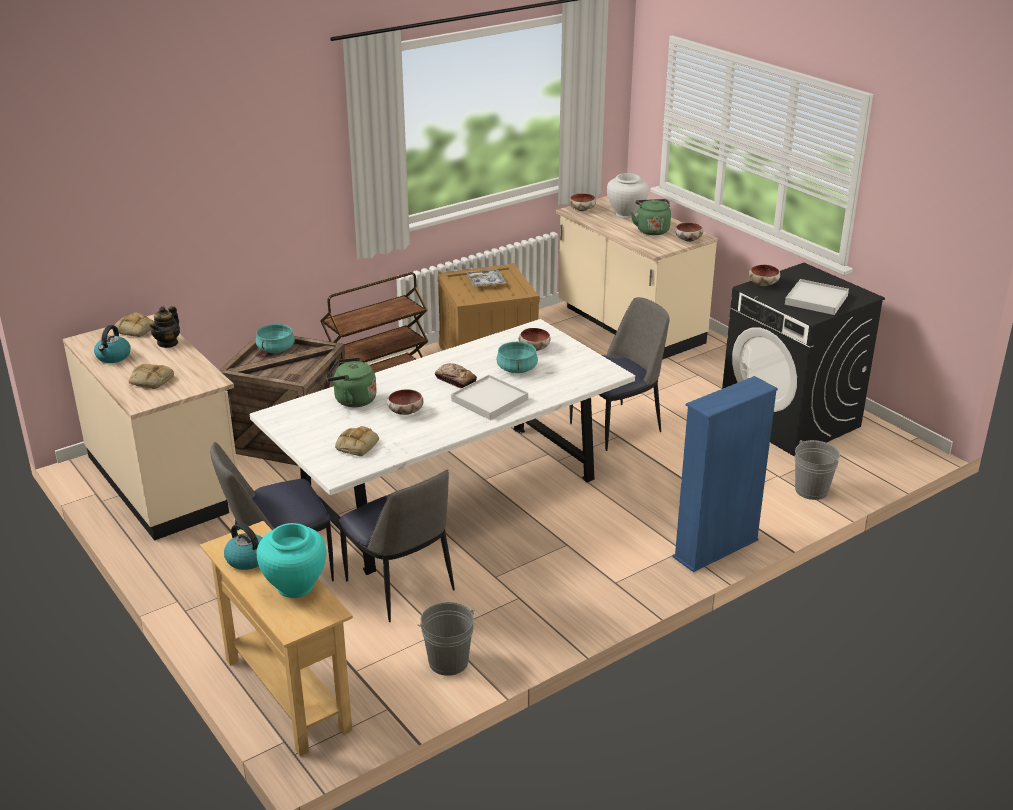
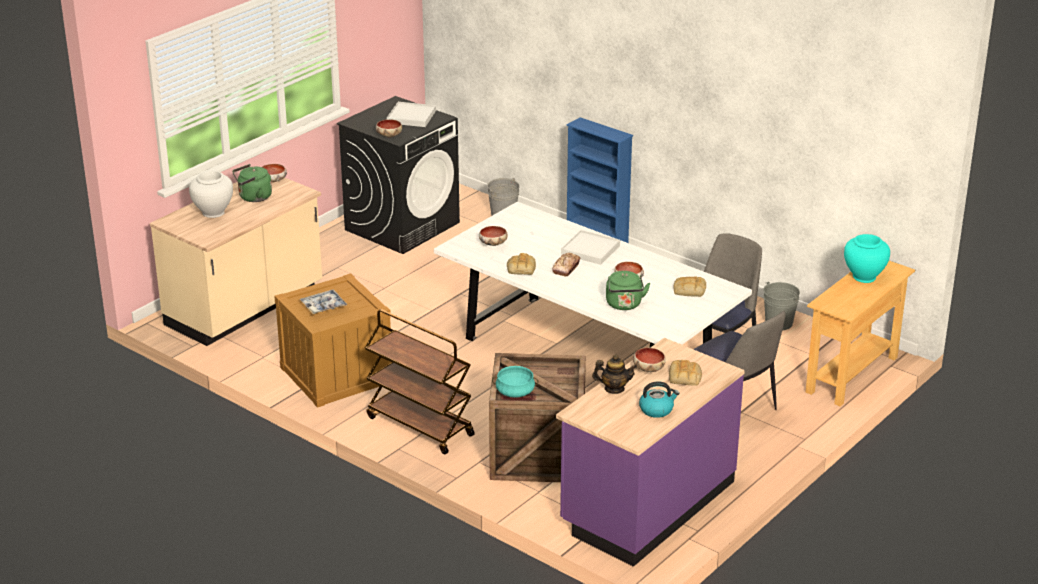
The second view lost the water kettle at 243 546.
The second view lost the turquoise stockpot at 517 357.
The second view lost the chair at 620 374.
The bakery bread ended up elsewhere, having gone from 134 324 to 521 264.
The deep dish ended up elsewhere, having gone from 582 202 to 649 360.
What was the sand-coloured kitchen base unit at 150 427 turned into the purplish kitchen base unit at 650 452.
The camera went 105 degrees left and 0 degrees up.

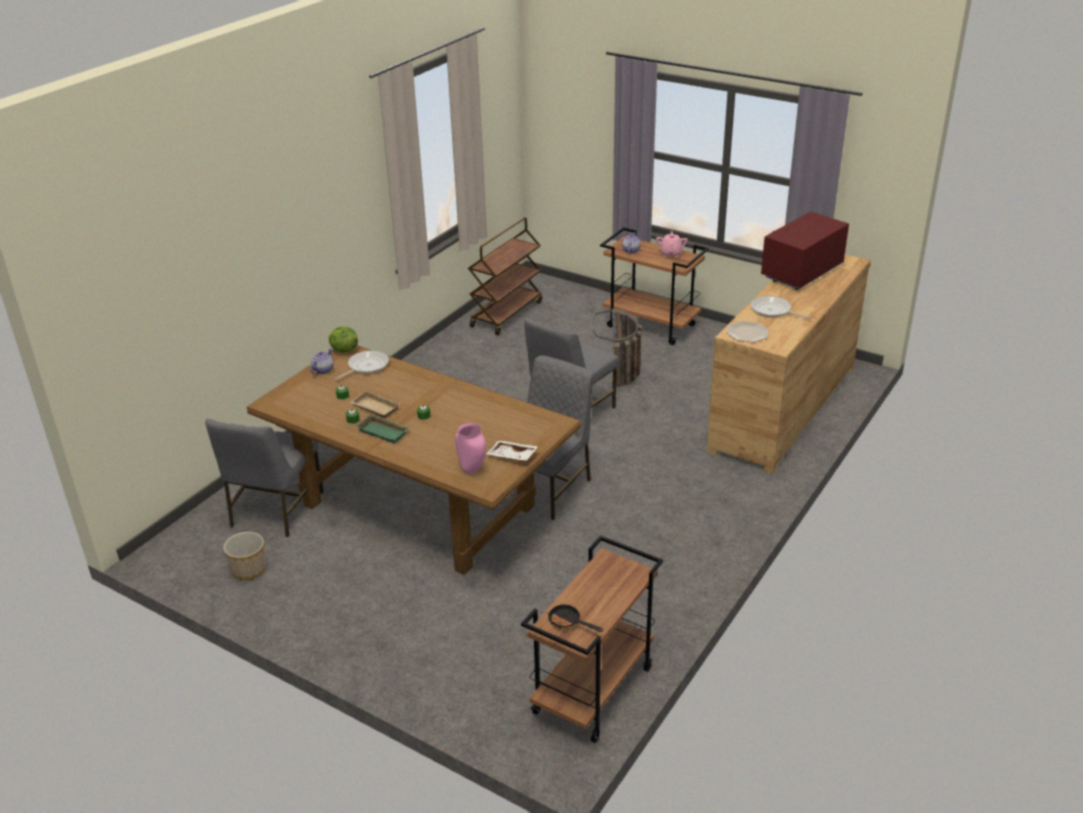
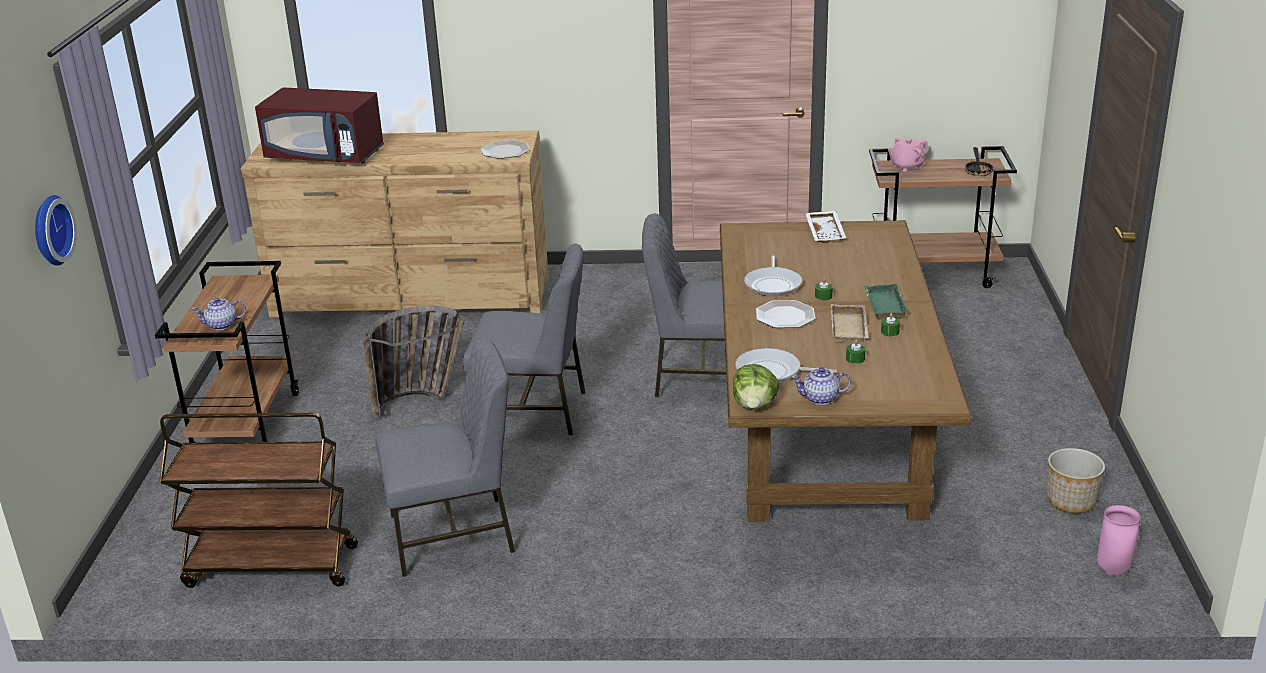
The second view gained the wall clock at 56 230.
The second view gained the flat dish at 786 314.
The gray chair ended up elsewhere, having gone from 264 478 to 445 457.
The pinkish vase ended up elsewhere, having gone from 470 448 to 1118 540.
The pinkish pot for tea ended up elsewhere, having gone from 672 244 to 908 155.
The frying pan ended up elsewhere, having gone from 780 307 to 773 276.
The camera went 120 degrees left and 5 degrees down.

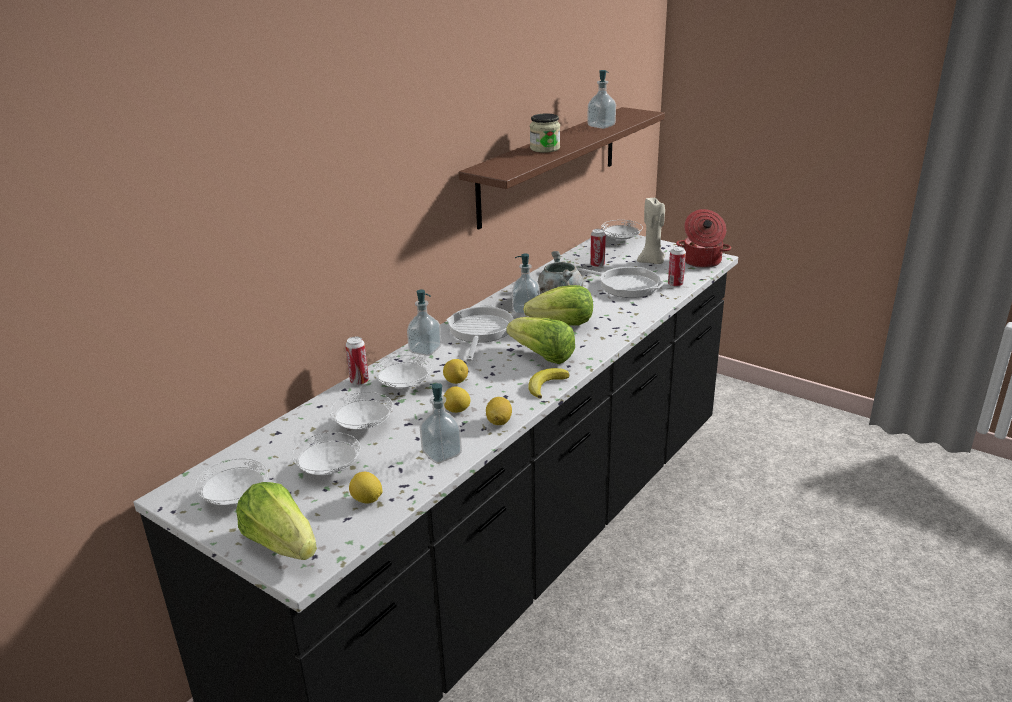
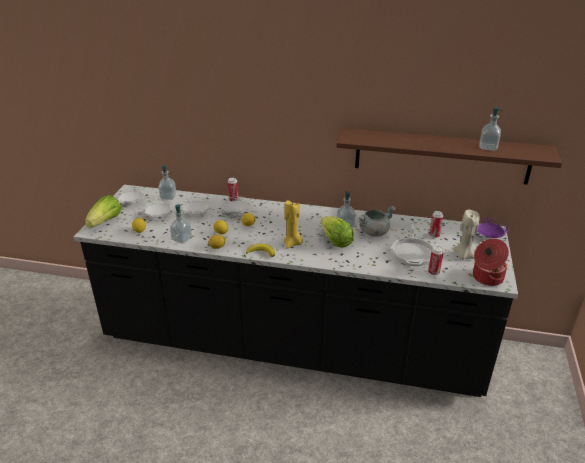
The second view lost the frying pan at 480 333.
The second view lost the storage jar at 545 133.
The soap bottle ended up elsewhere, having gone from 424 323 to 167 182.
Where the head of lettuce stood at 541 340, the yellow-coloured wax light came to stand at 293 224.
What was the whitish flat dish at 622 230 turned into the purplish flat dish at 492 228.
The camera went 65 degrees right and 5 degrees up.

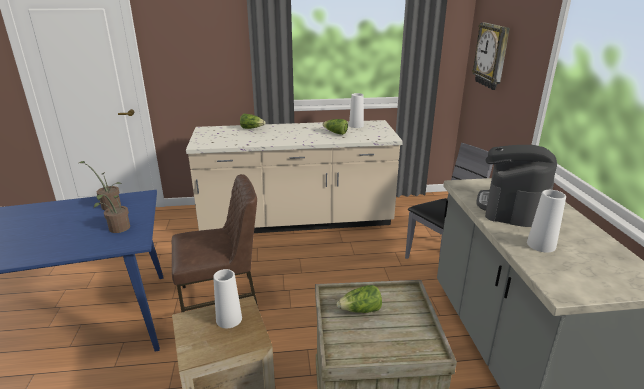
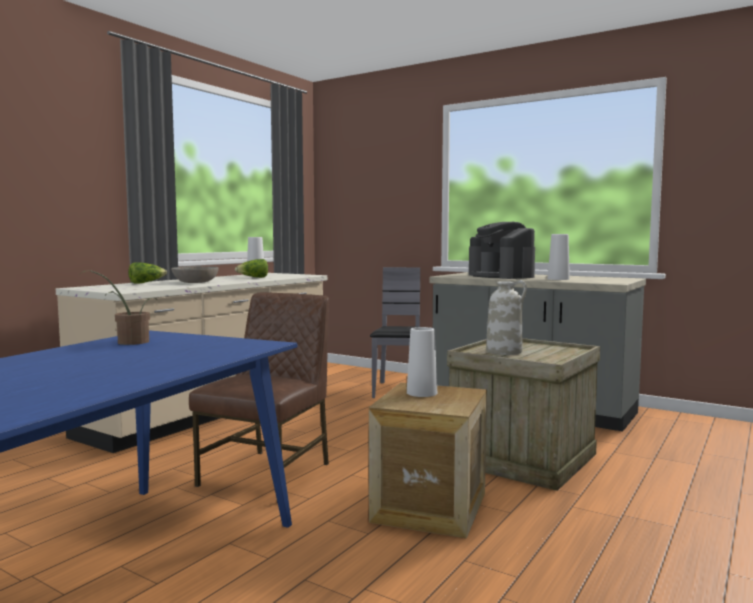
The second view lost the potted plant at 112 213.
The second view lost the wall clock at 491 56.
The second view gained the gray deep dish at 195 274.
Where the head of lettuce stood at 359 299, the whitish vase came to stand at 506 317.
The camera went 50 degrees left and 20 degrees down.

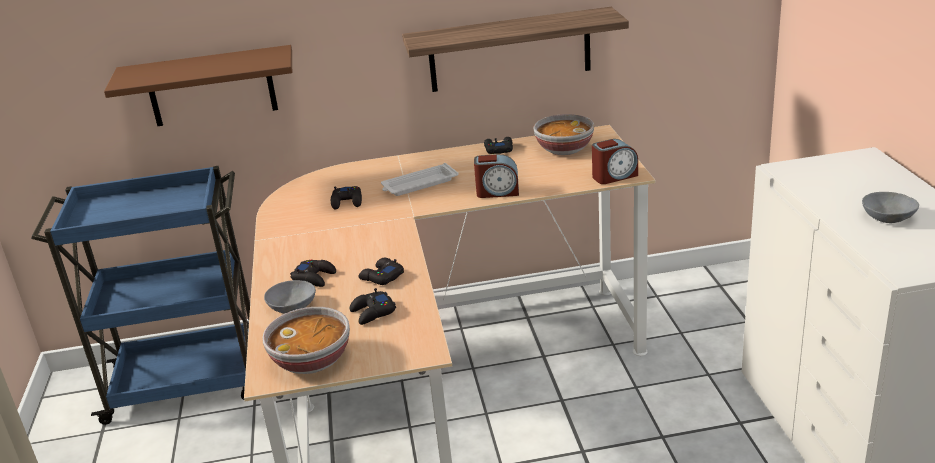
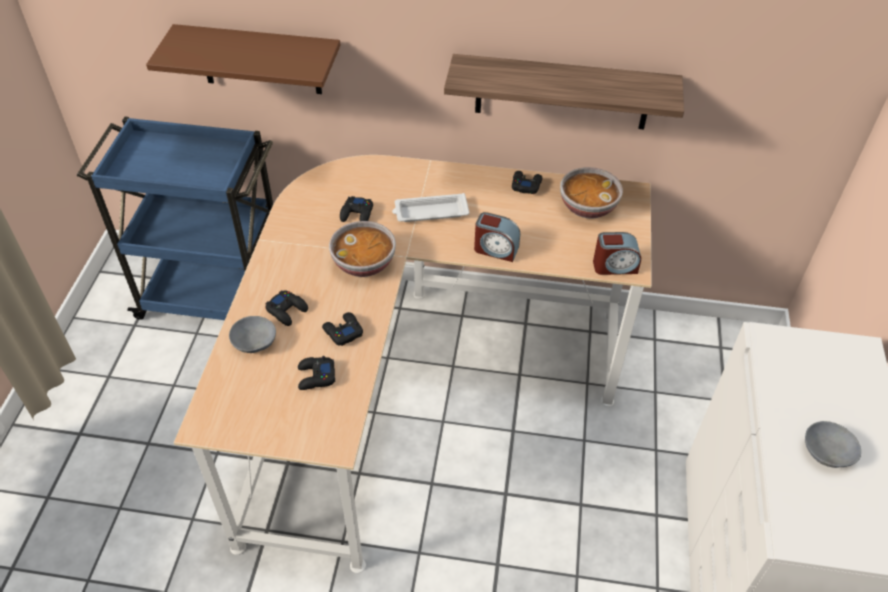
The deep dish ended up elsewhere, having gone from 306 340 to 362 249.
The camera went 15 degrees right and 20 degrees up.

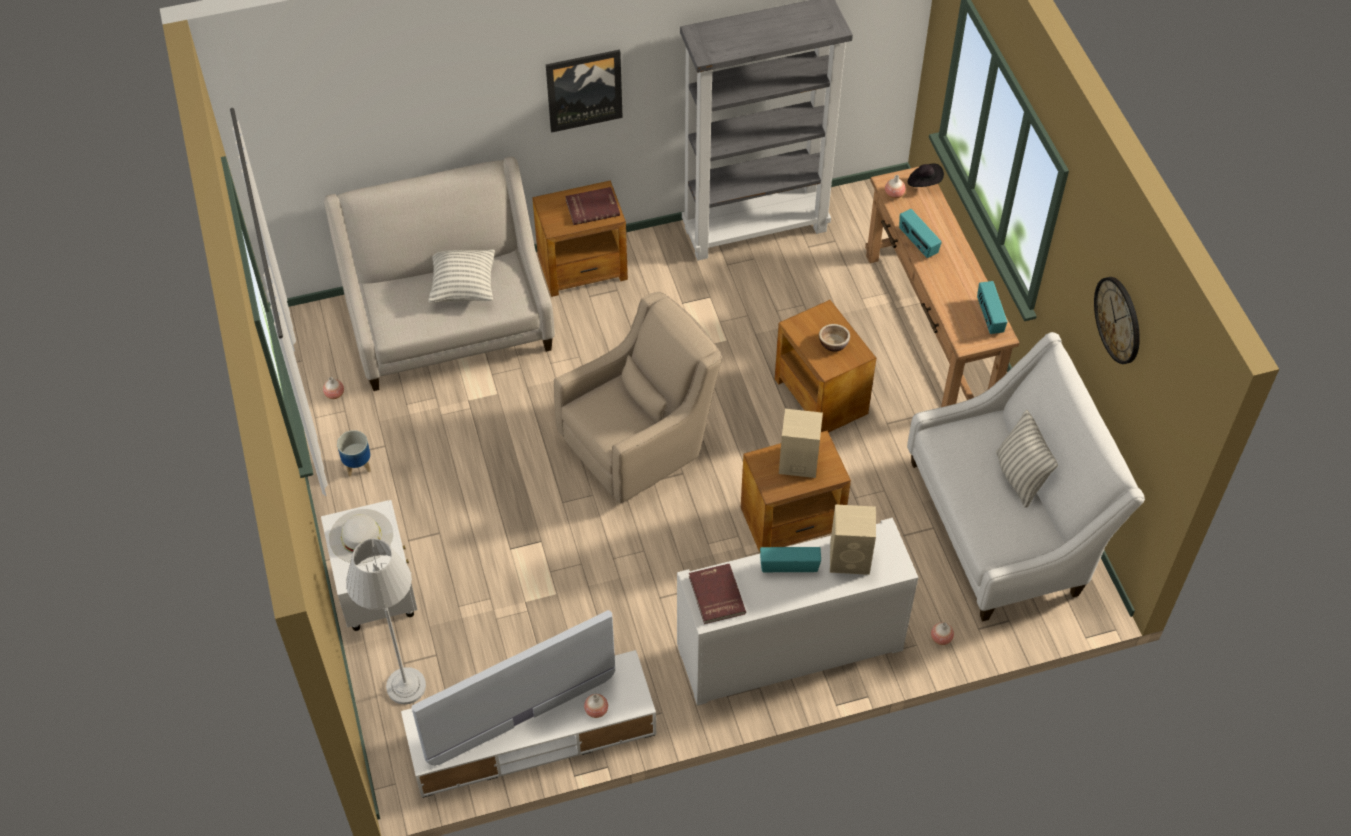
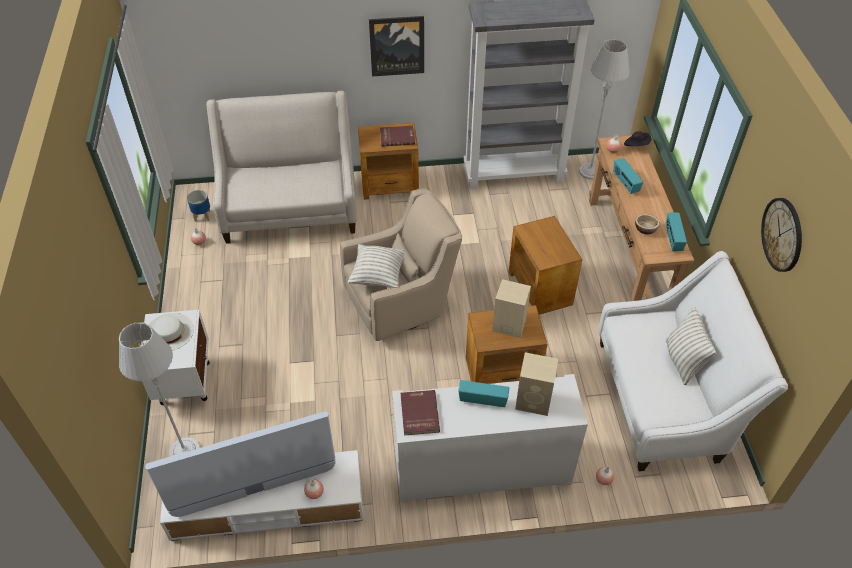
The second view gained the gray floor lamp at 604 109.
The flower pot ended up elsewhere, having gone from 354 453 to 198 206.
The throw pillow ended up elsewhere, having gone from 461 276 to 376 266.
The deep dish ended up elsewhere, having gone from 834 338 to 647 224.
The camera went 10 degrees right and 5 degrees down.

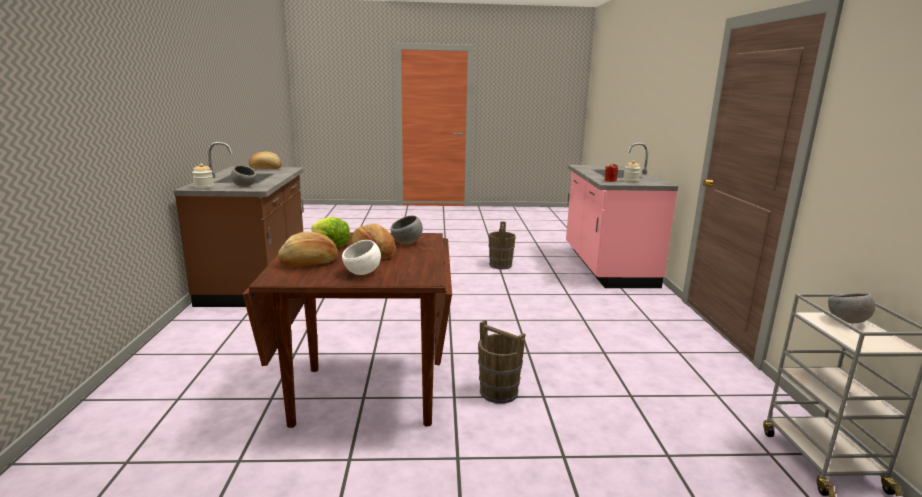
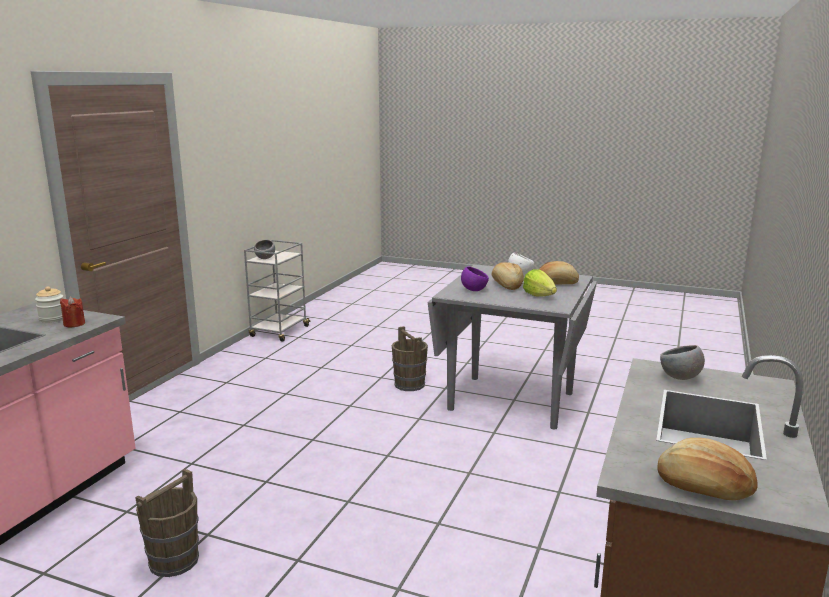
The second view lost the storage jar at 203 177.
What was the brown-coloured dining table at 347 330 turned into the gray dining table at 512 346.
What was the gray deep dish at 407 229 turned into the purplish deep dish at 475 279.
The camera went 155 degrees left and 0 degrees up.

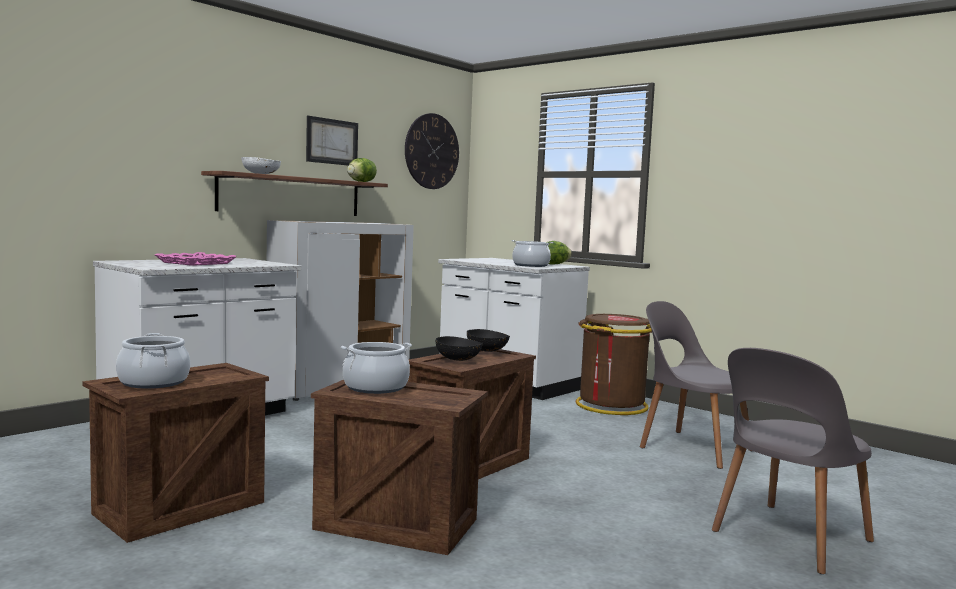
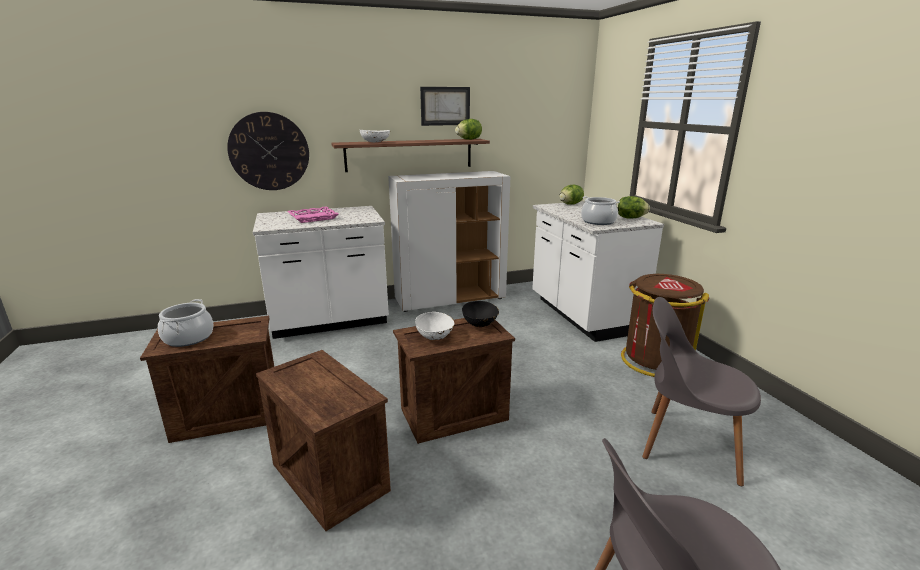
The second view lost the stockpot at 376 368.
The second view gained the head of lettuce at 571 195.
The wall clock ended up elsewhere, having gone from 432 151 to 268 151.
What was the black-coloured deep dish at 459 348 turned into the whitish deep dish at 434 326.
The gray chair at 695 385 ended up facing another way, 45 degrees counterclockwise from before.
The camera went 30 degrees right and 15 degrees up.

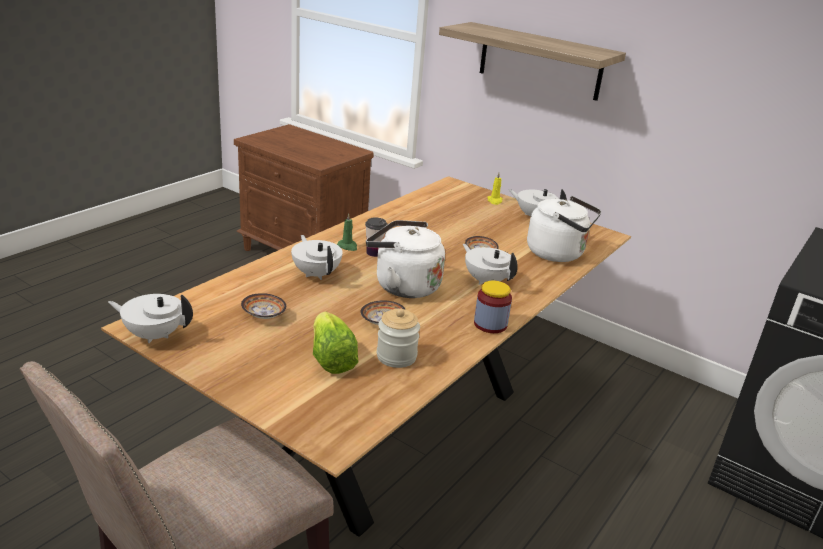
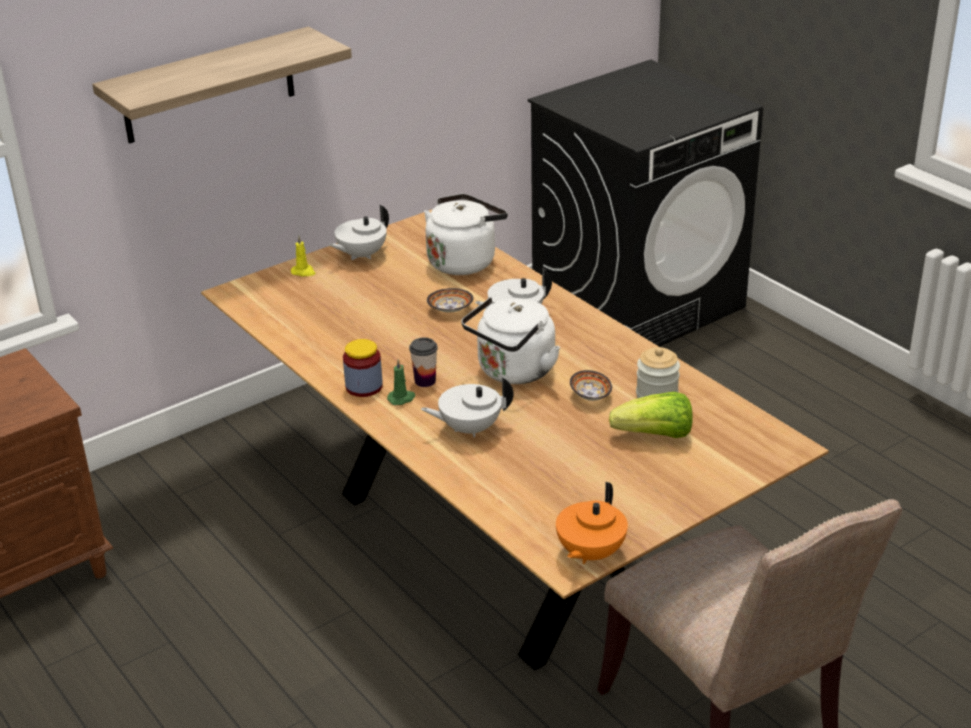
The second view lost the deep dish at 263 306.
The storage jar ended up elsewhere, having gone from 493 307 to 363 368.
What was the whitish pot for tea at 150 318 turned into the orangey pot for tea at 592 523.
The camera went 70 degrees left and 5 degrees up.

